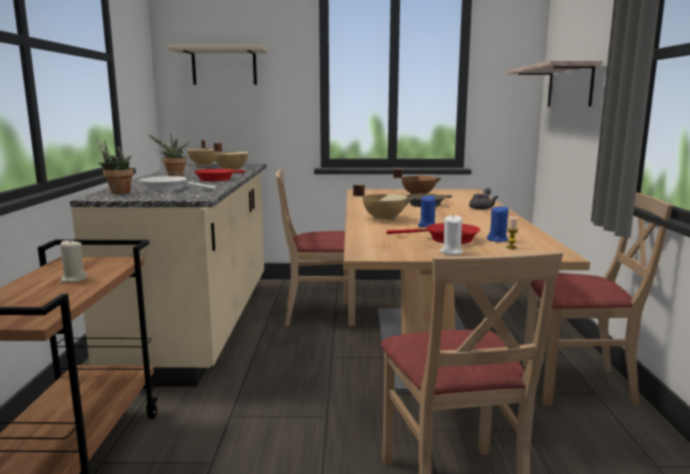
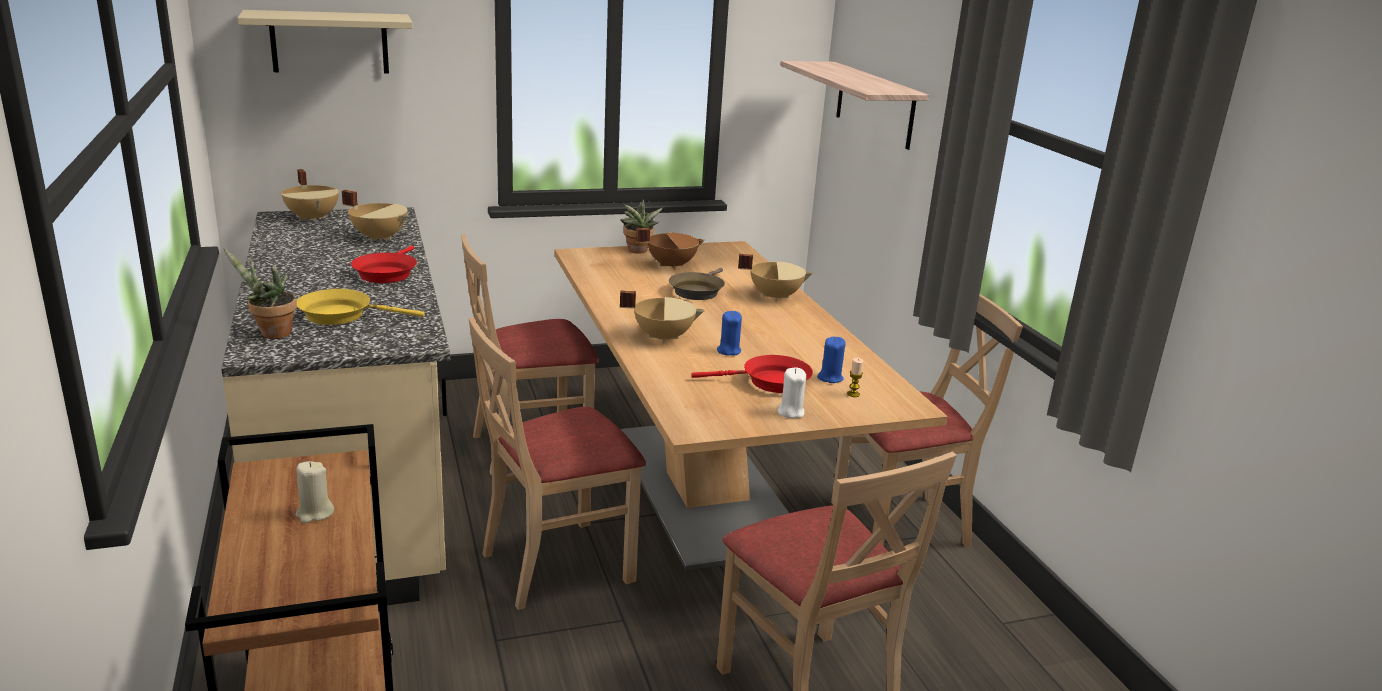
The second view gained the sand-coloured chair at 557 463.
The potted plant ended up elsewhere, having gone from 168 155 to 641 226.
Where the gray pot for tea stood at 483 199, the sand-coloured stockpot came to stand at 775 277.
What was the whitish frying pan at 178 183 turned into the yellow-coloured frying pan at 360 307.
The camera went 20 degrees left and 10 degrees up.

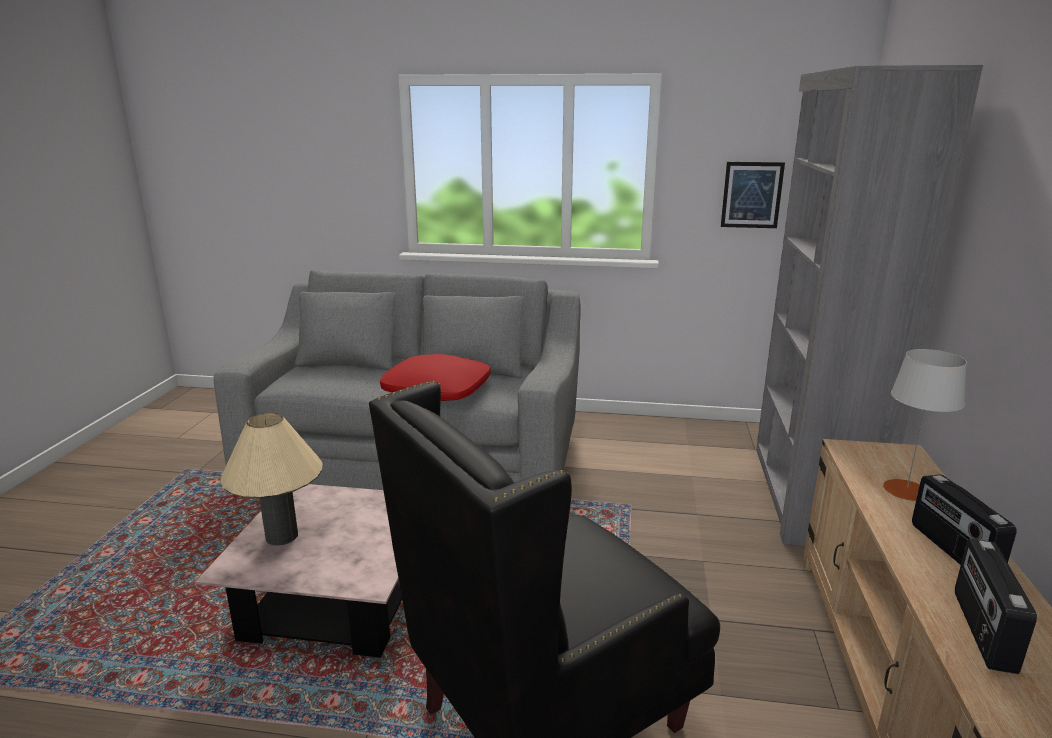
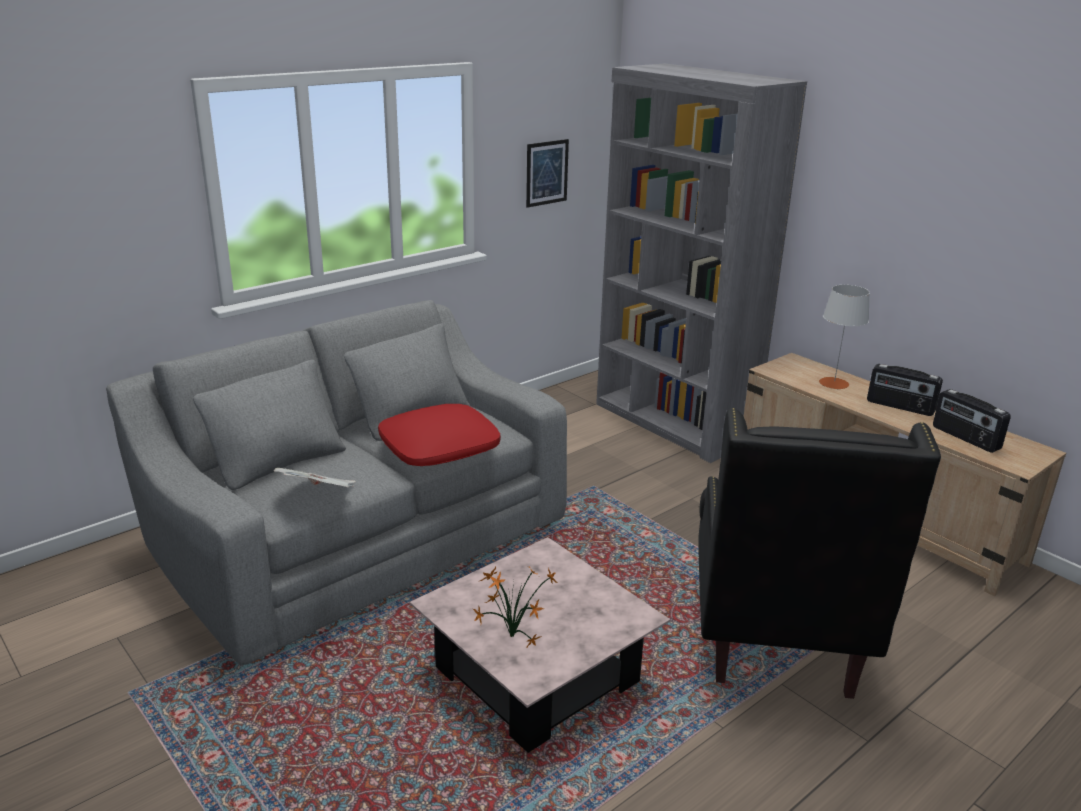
The second view gained the printed paper at 314 477.
Where the sand-coloured tabletop lamp stood at 271 479, the potted plant came to stand at 515 607.
The camera went 50 degrees left and 5 degrees up.

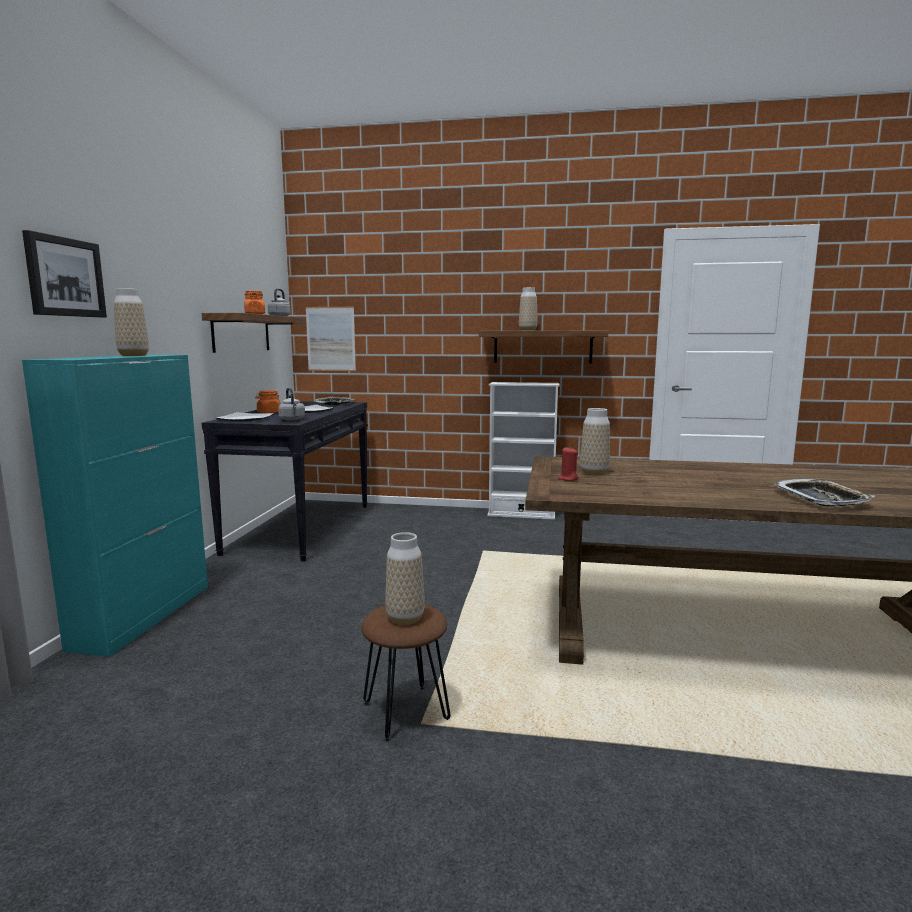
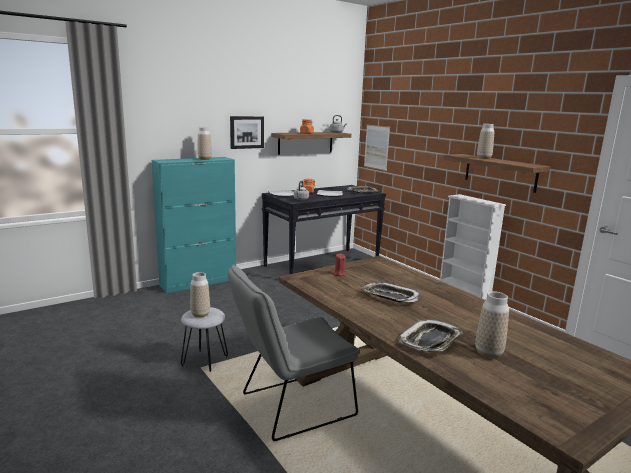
The second view gained the gray chair at 294 352.
The second view gained the carrying tray at 390 292.
The wall art ended up elsewhere, having gone from 64 274 to 247 132.
The vase ended up elsewhere, having gone from 595 442 to 492 325.
What was the brown-coloured stool seat at 406 673 turned into the gray stool seat at 204 339.
The camera went 45 degrees right and 5 degrees up.

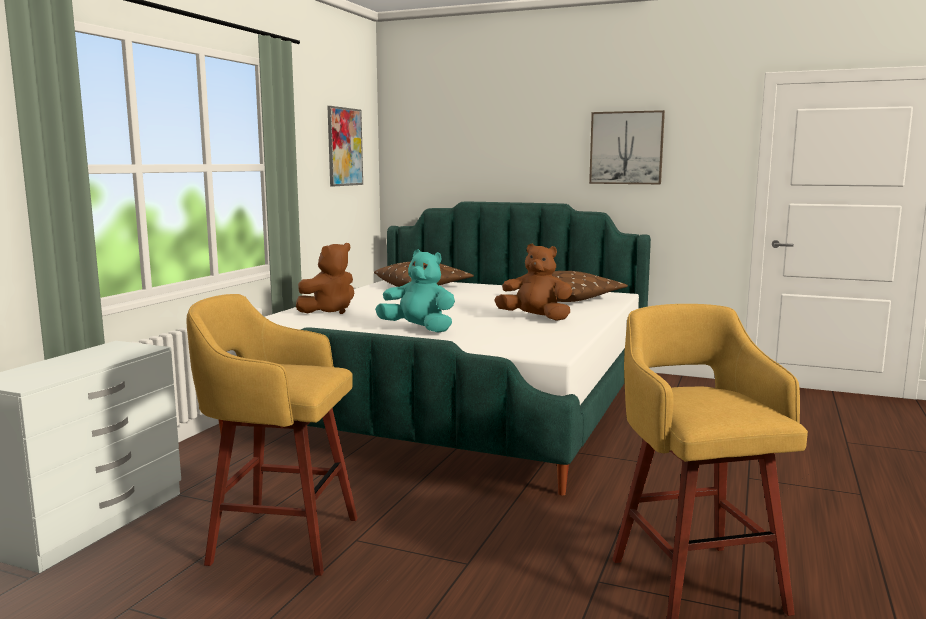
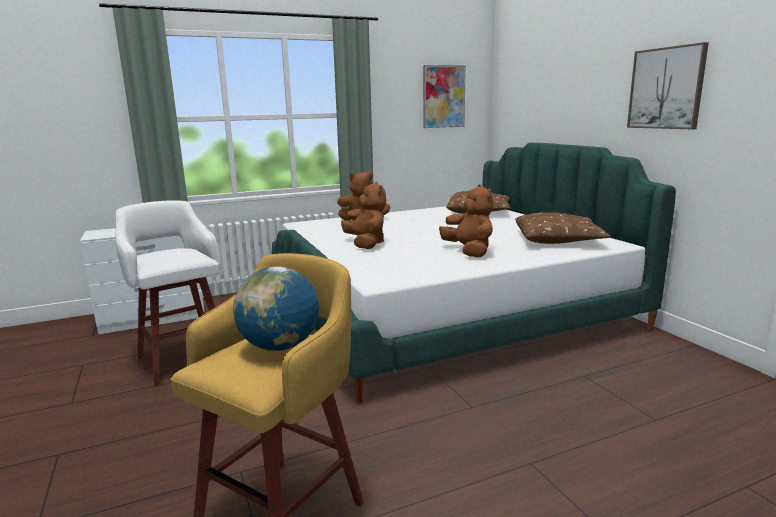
The second view gained the world globe at 276 309.
What was the yellow-coloured stool seat at 272 435 turned into the whitish stool seat at 168 293.
What was the turquoise cuddly toy at 415 291 turned into the brown-coloured cuddly toy at 363 215.
The camera went 45 degrees right and 5 degrees up.

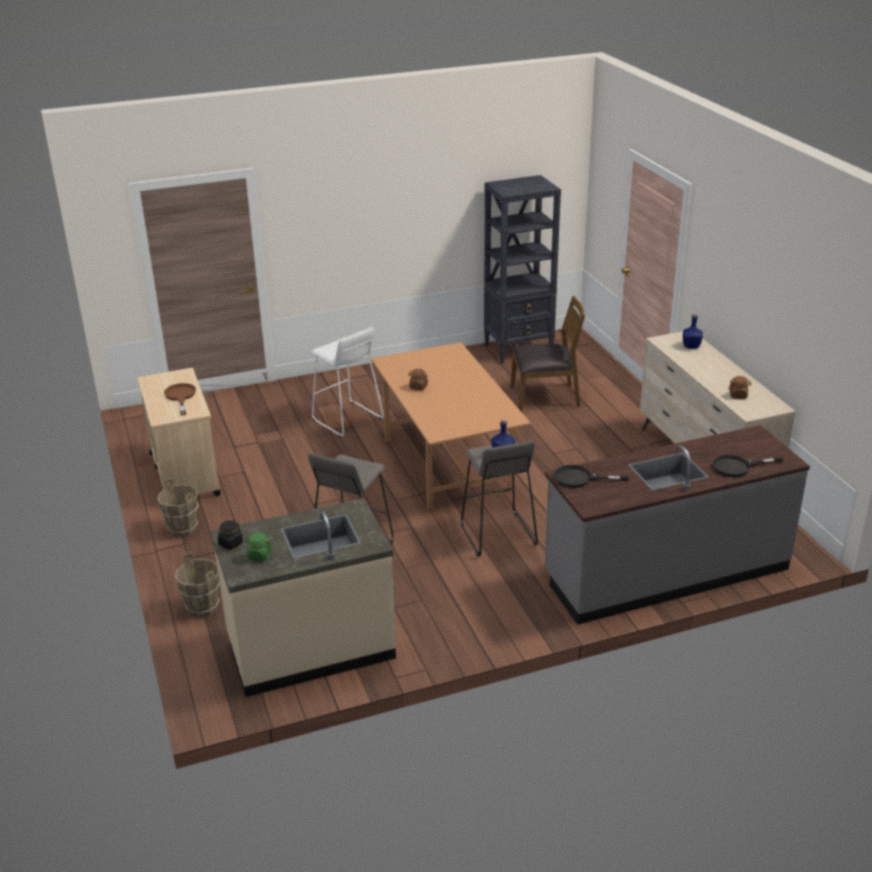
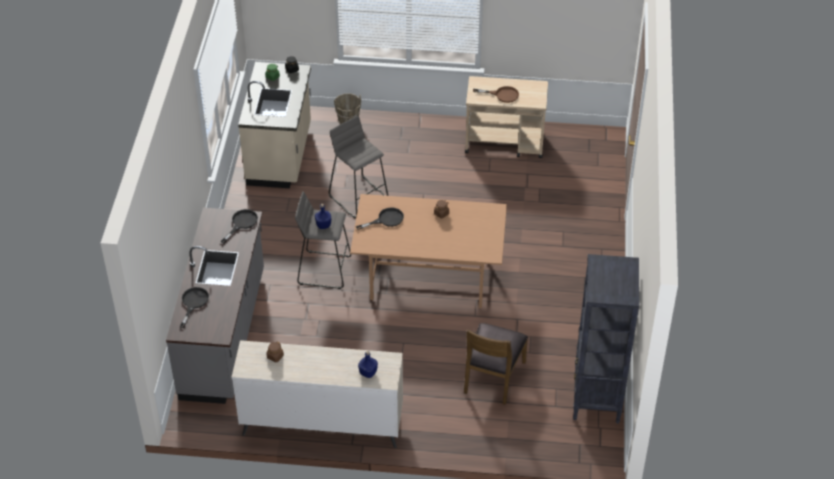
The second view lost the brown-coloured bucket at 178 507.
The second view lost the whitish stool seat at 347 382.
The second view gained the black-coloured frying pan at 380 218.
The camera went 115 degrees right and 15 degrees up.

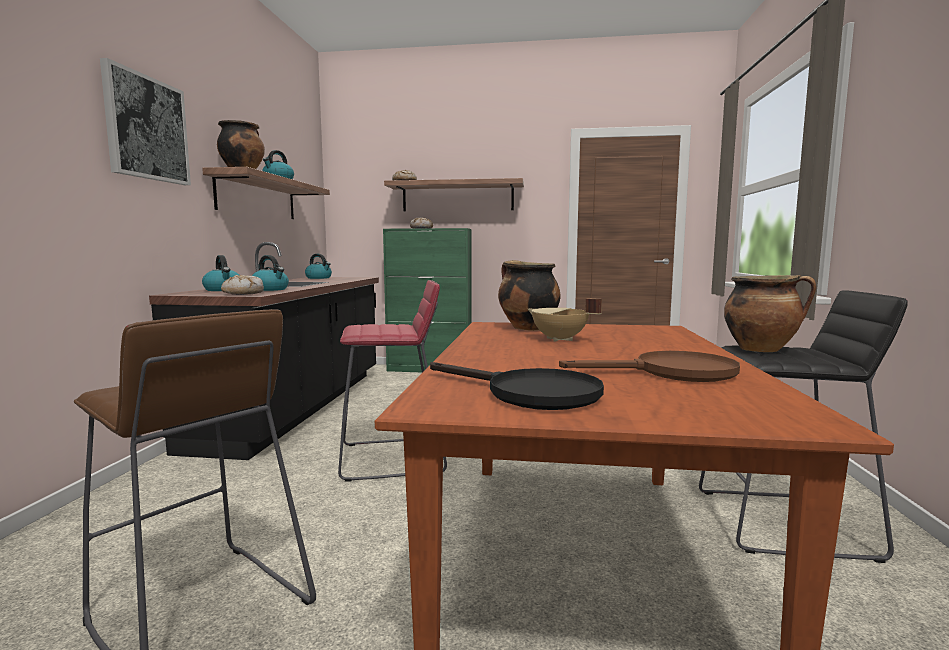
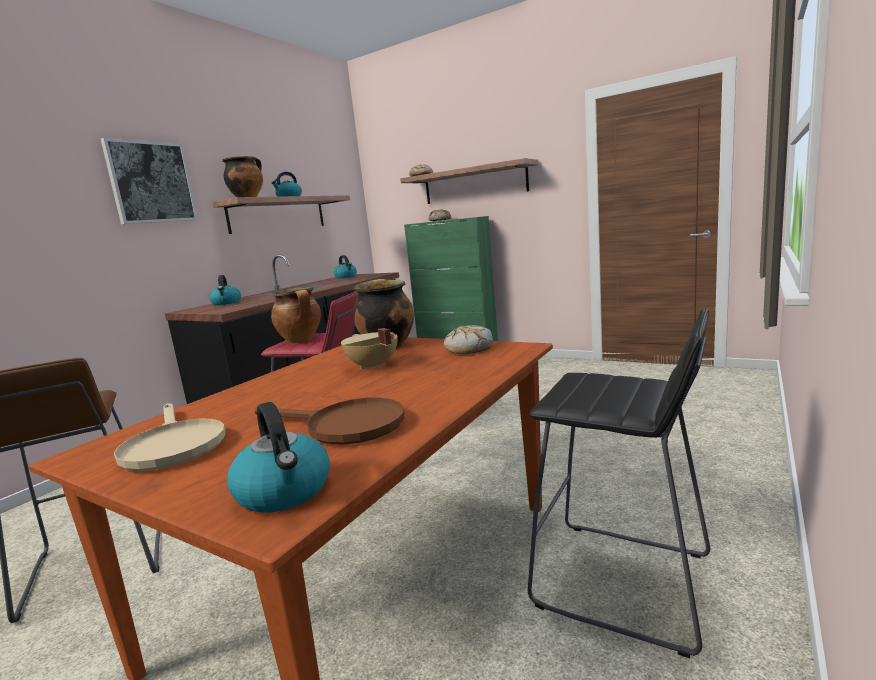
The bakery bread ended up elsewhere, having gone from 242 285 to 468 339.
The water kettle ended up elsewhere, having gone from 270 273 to 278 457.
The stockpot ended up elsewhere, having gone from 770 313 to 296 315.
What was the black-coloured frying pan at 517 386 turned into the sand-coloured frying pan at 169 437.
The camera went 25 degrees right and 5 degrees up.

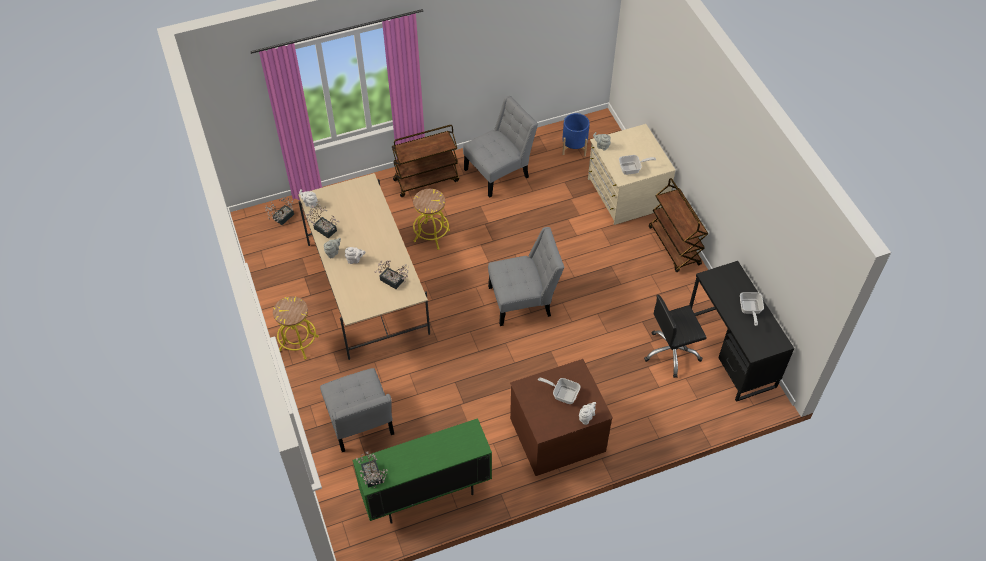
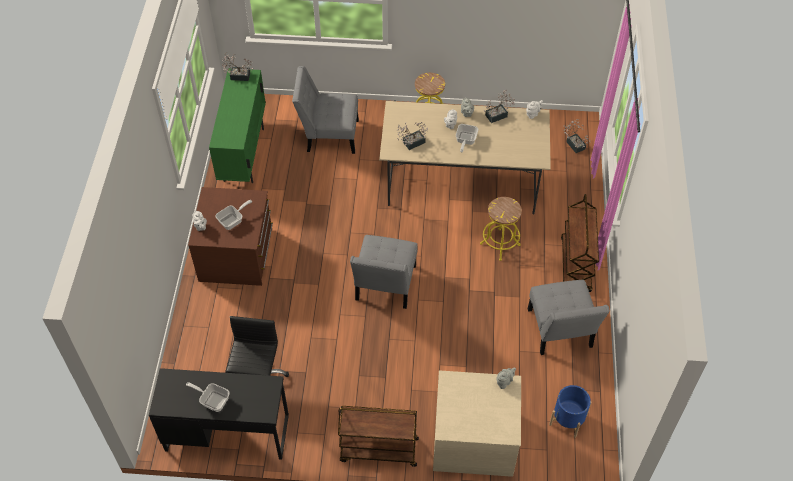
The frying pan ended up elsewhere, having gone from 637 165 to 467 138.
The camera went 115 degrees right and 0 degrees up.

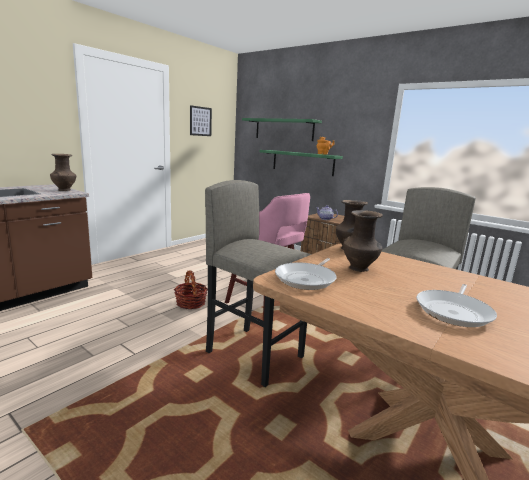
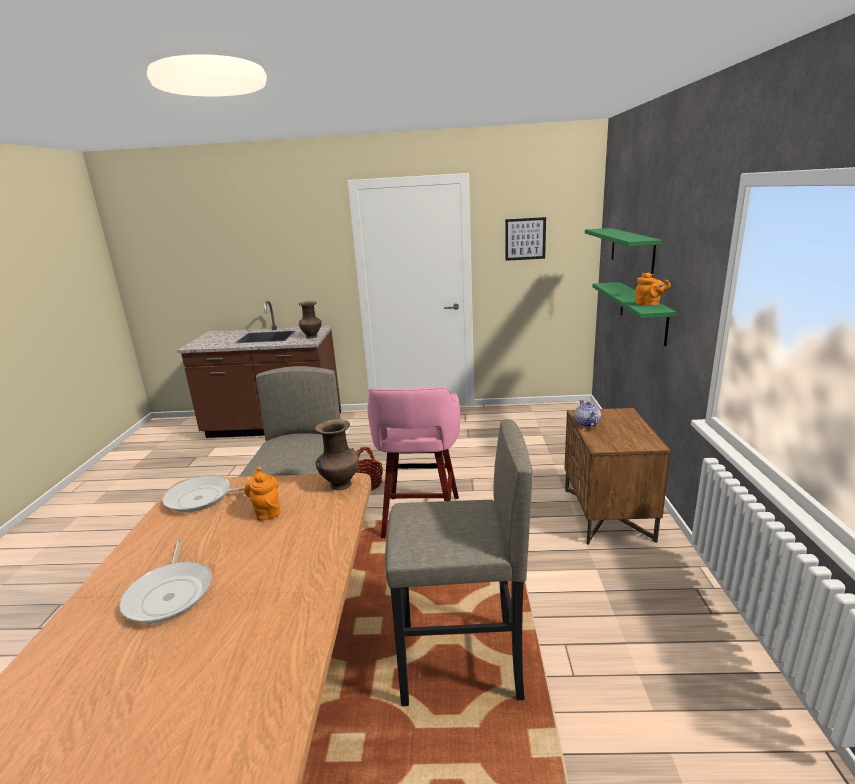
Where the brown-coloured vase stood at 363 241, the orangey pot for tea came to stand at 263 493.
The frying pan at 456 305 ended up facing another way, 105 degrees counterclockwise from before.
The camera went 55 degrees right and 5 degrees up.

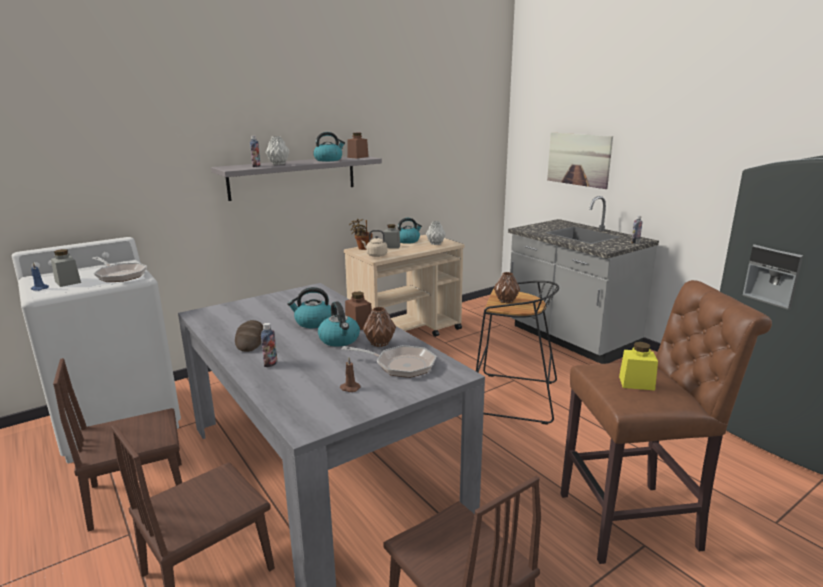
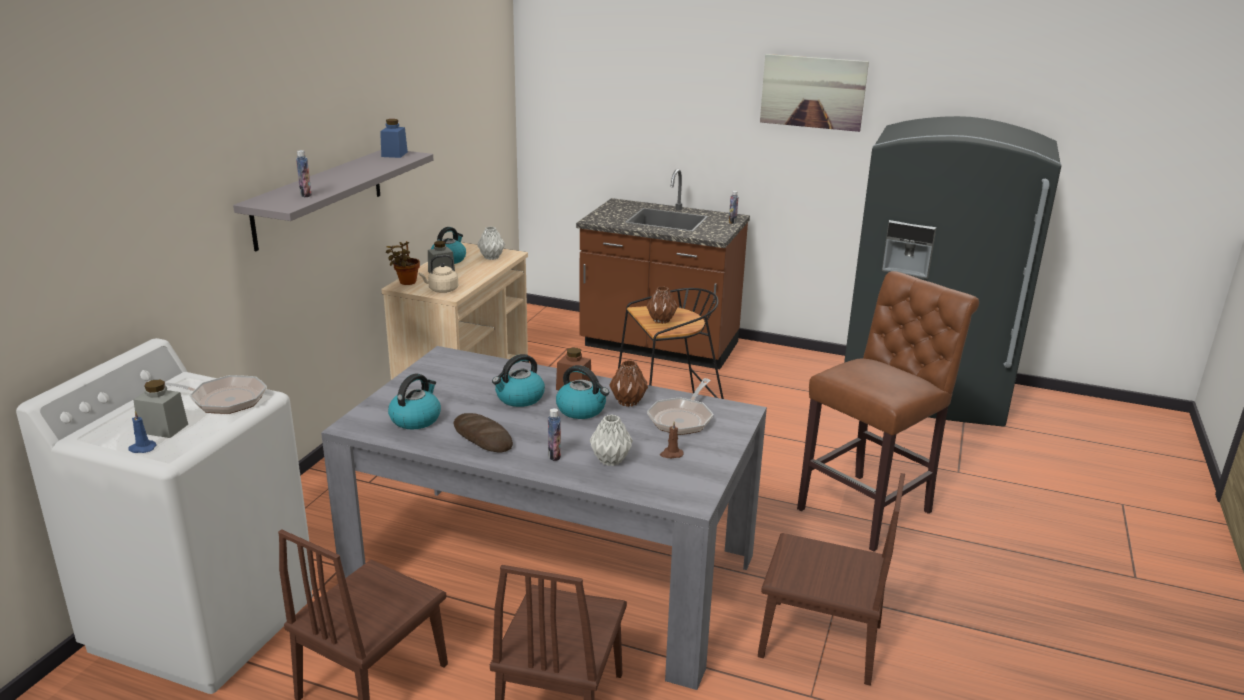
The second view lost the yellow-coloured storage jar at 638 366.
The gray vase ended up elsewhere, having gone from 277 150 to 611 440.
The water kettle ended up elsewhere, having gone from 329 146 to 414 401.
The wall art ended up elsewhere, having gone from 580 160 to 814 93.
What was the brown-coloured storage jar at 358 146 turned into the blue-coloured storage jar at 394 138.
What was the gray kitchen base unit at 583 280 turned into the brown-coloured kitchen base unit at 663 269.
The frying pan at 388 361 ended up facing another way, 135 degrees clockwise from before.
The camera went 35 degrees left and 5 degrees up.

